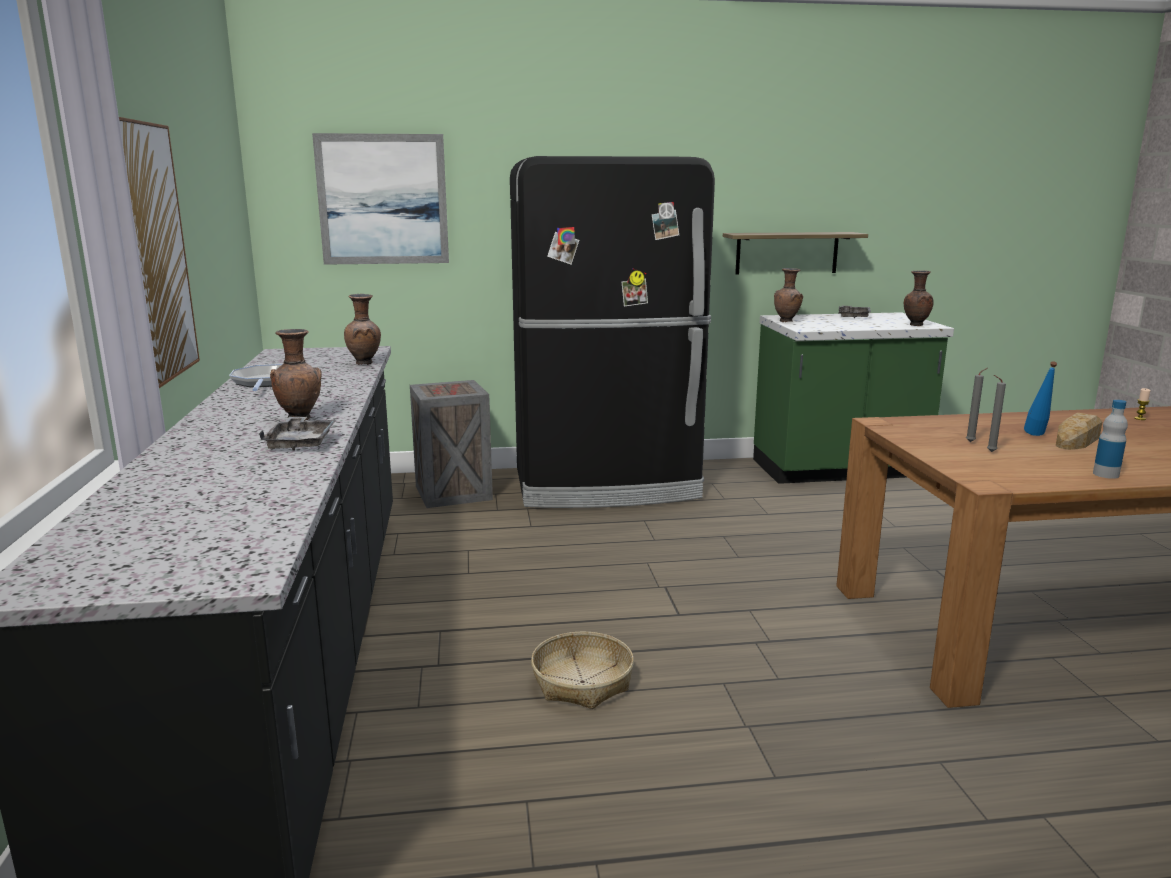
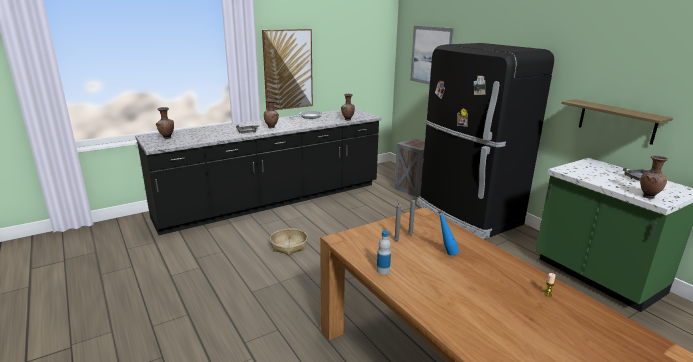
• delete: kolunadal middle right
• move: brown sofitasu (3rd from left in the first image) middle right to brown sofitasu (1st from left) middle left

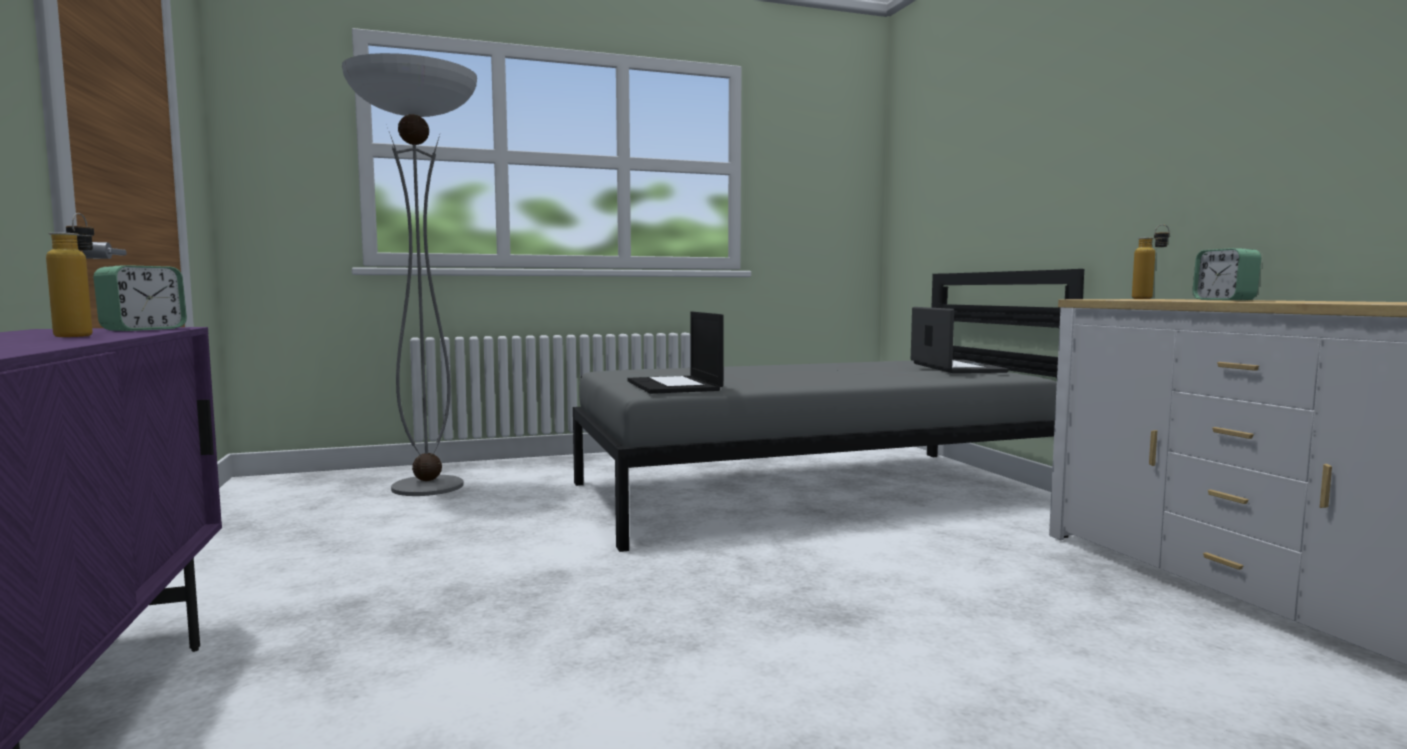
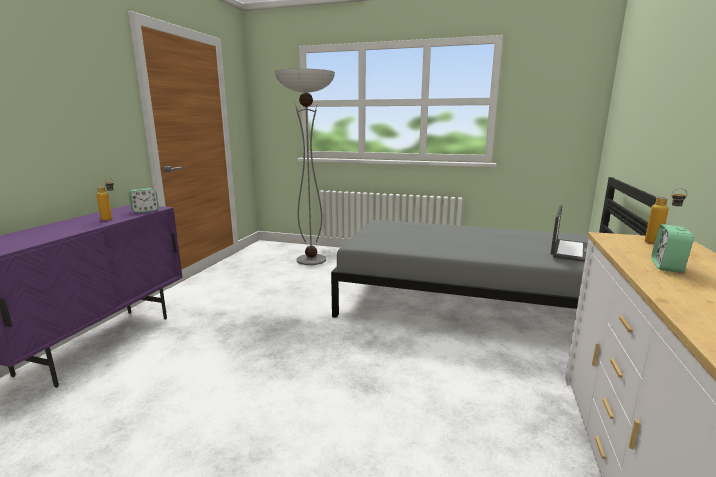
• delete: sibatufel (1st from left) centre

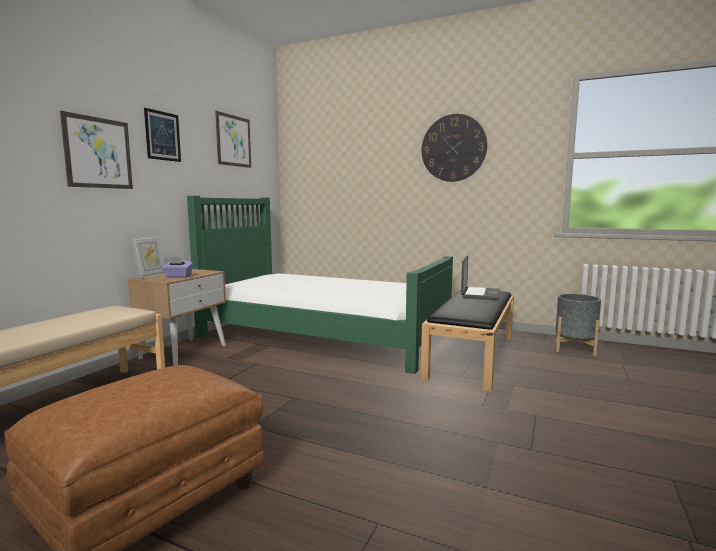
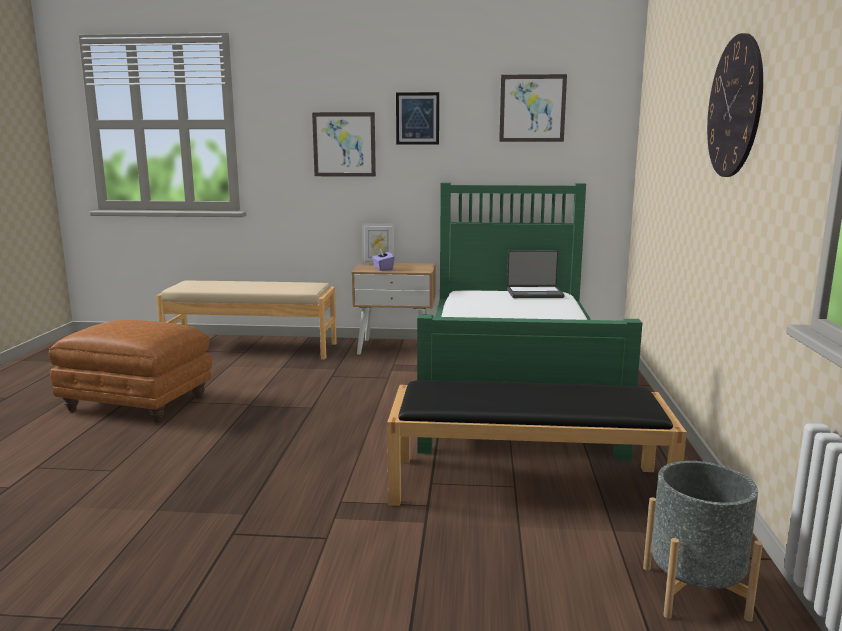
• move: sibatufel middle right to centre

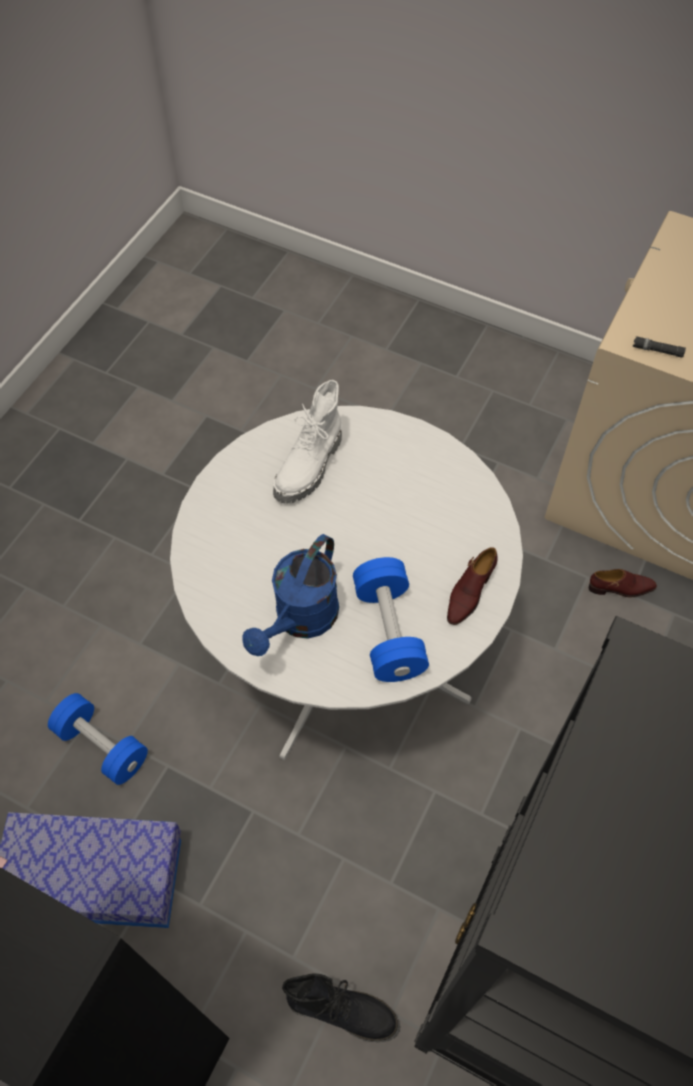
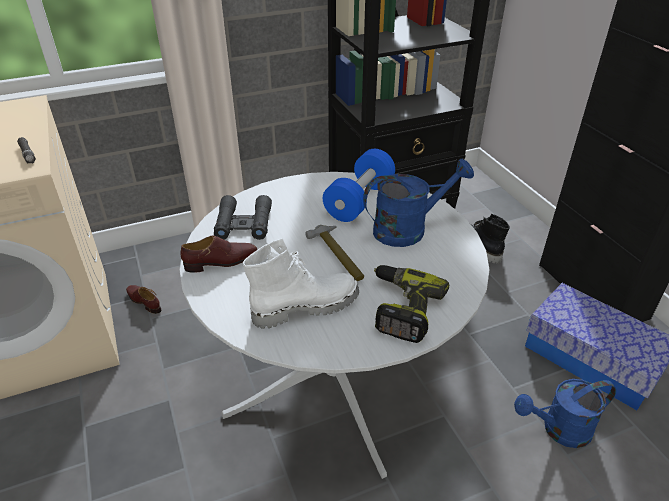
• insert: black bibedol centre
• insert: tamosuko centre
• insert: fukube centre
• move: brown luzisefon (1st from left in the first image) middle right to brown luzisefon (2nd from left) middle left
• replace: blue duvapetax (1st from left) bottom left to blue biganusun (2nd from left) bottom right

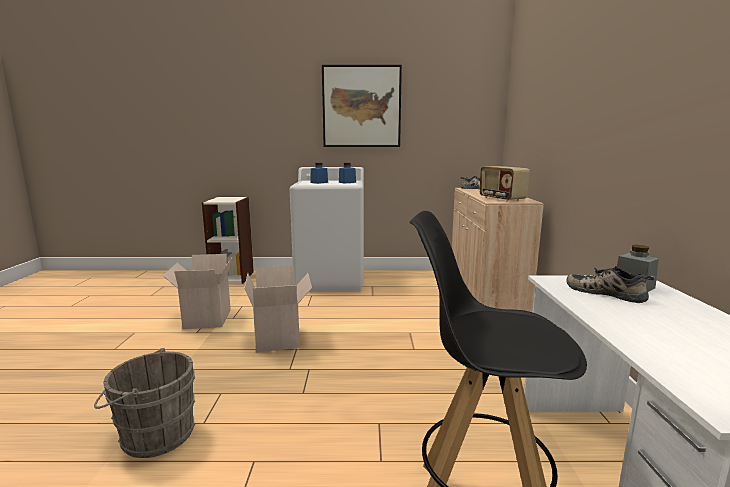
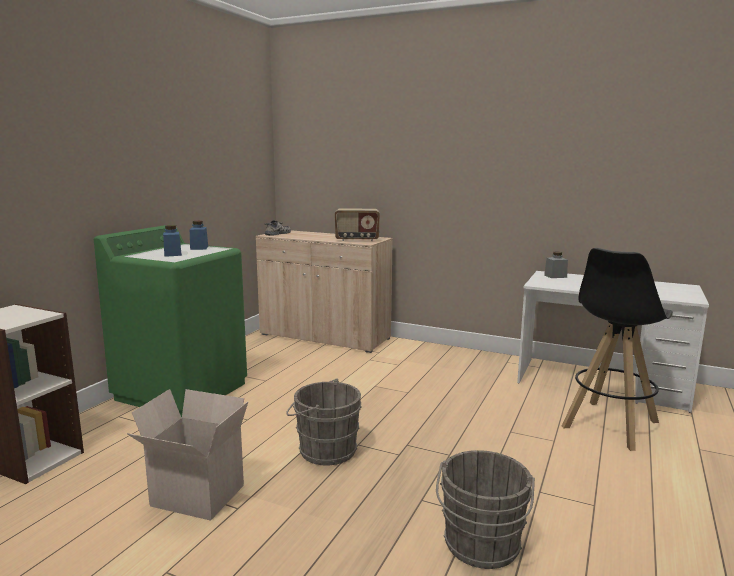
• delete: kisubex top centre
• delete: luzisefon (2nd from left) middle right
• replace: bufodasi (2nd from left) centre to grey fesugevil (1st from left) bottom centre
• recolor: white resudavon centre to green resudavon middle left

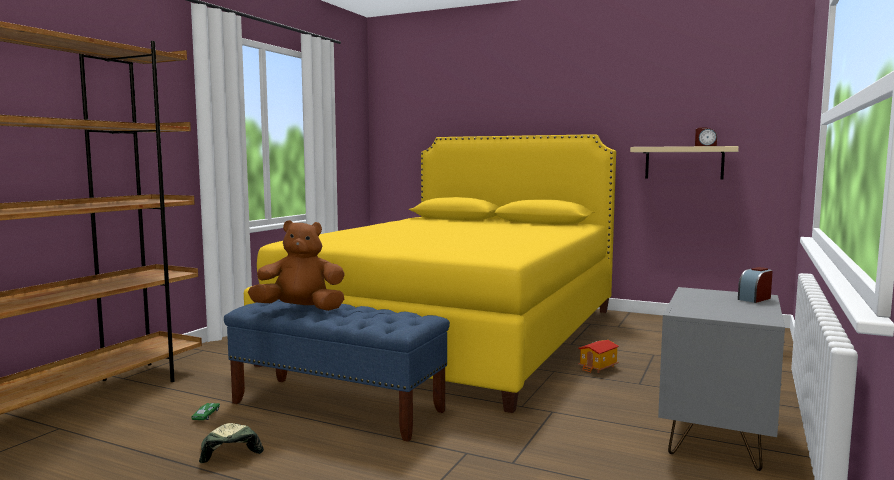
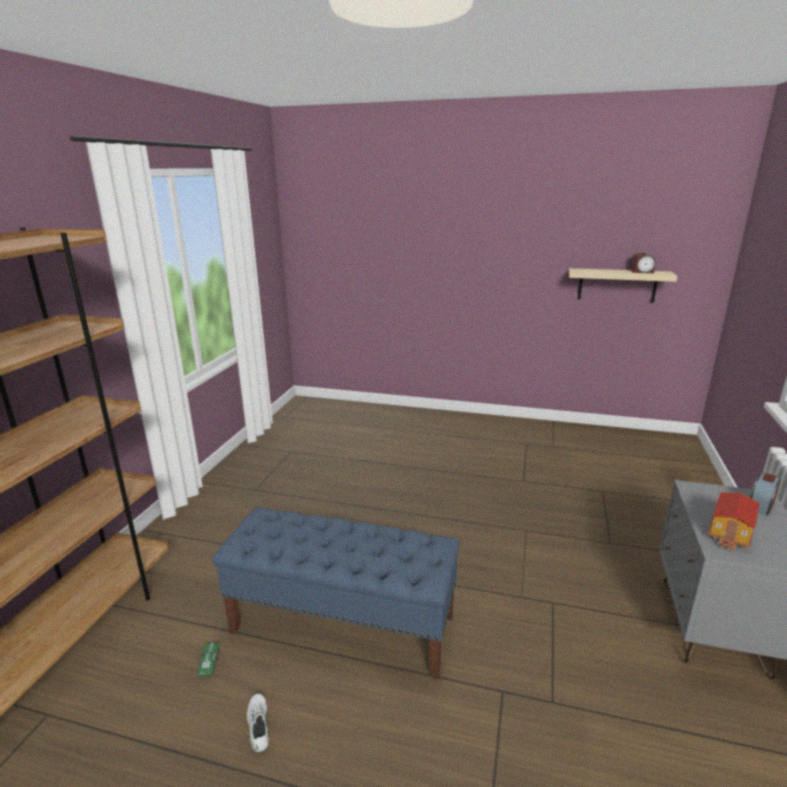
• delete: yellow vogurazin centre
• delete: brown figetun middle left
• move: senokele bottom right to middle right
• replace: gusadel bottom left to white luzisefon bottom left

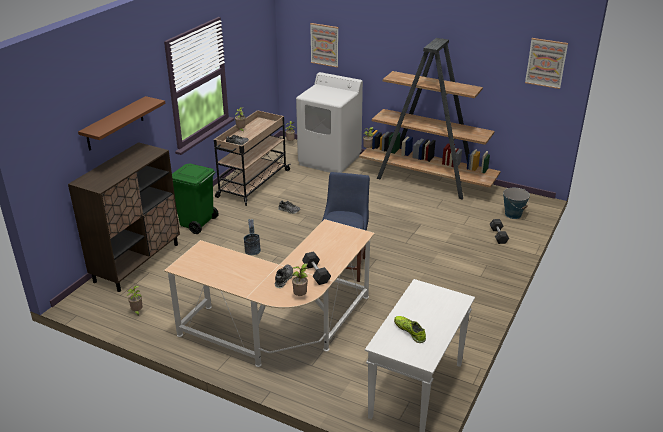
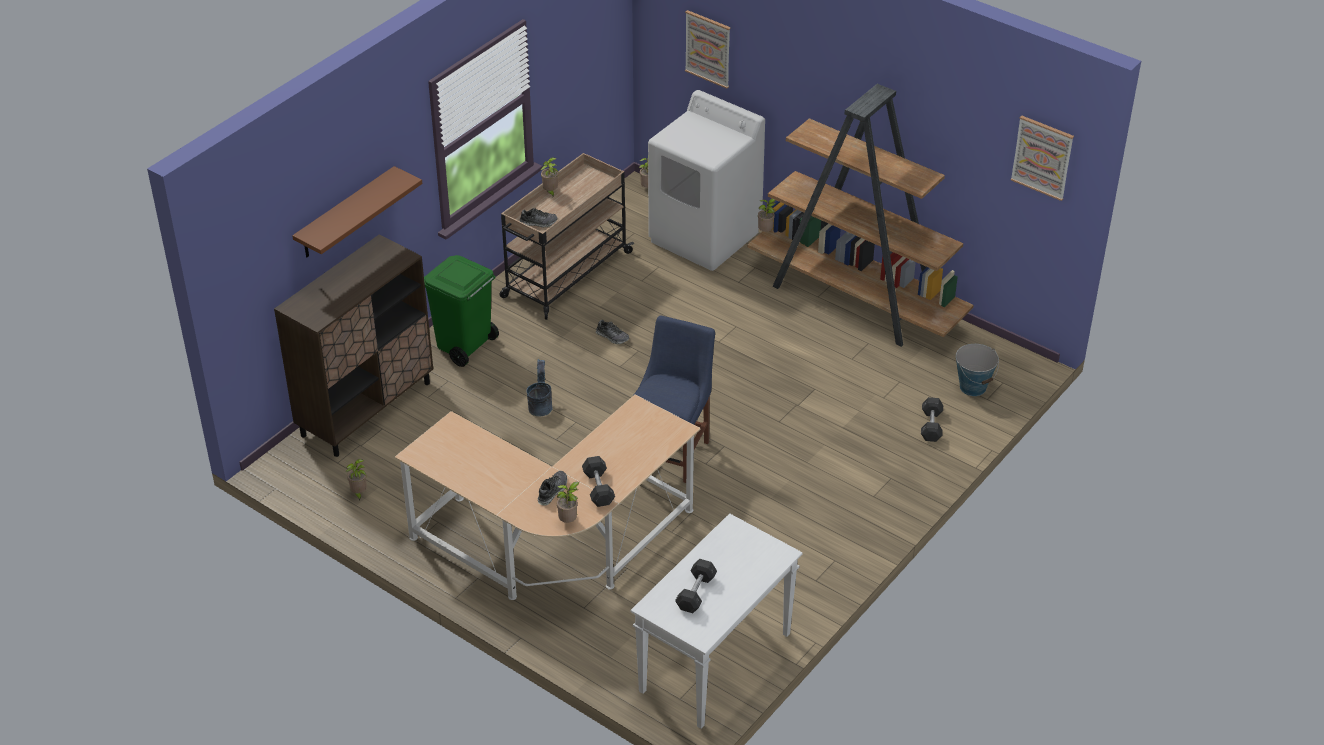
• replace: luzisefon (4th from left) bottom centre to grey duvapetax (2nd from left) bottom centre

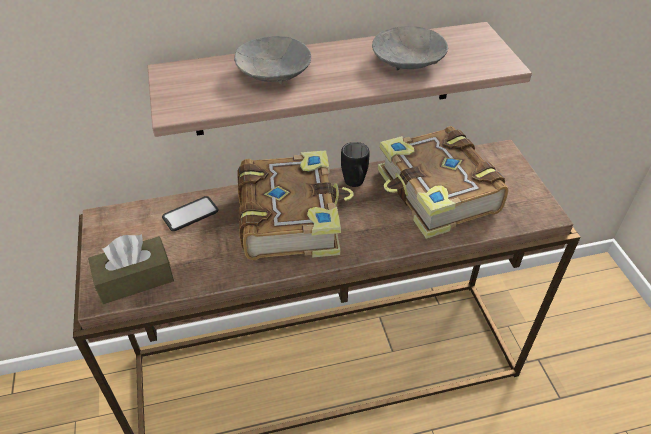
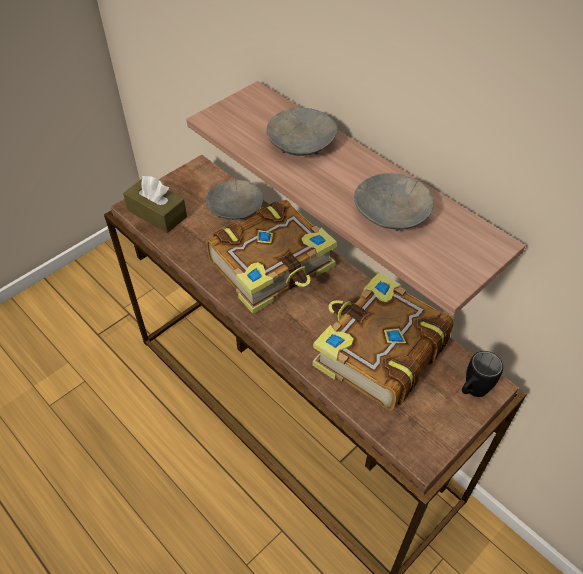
• move: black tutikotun centre to middle right
• replace: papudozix middle left to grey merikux (1st from left) centre

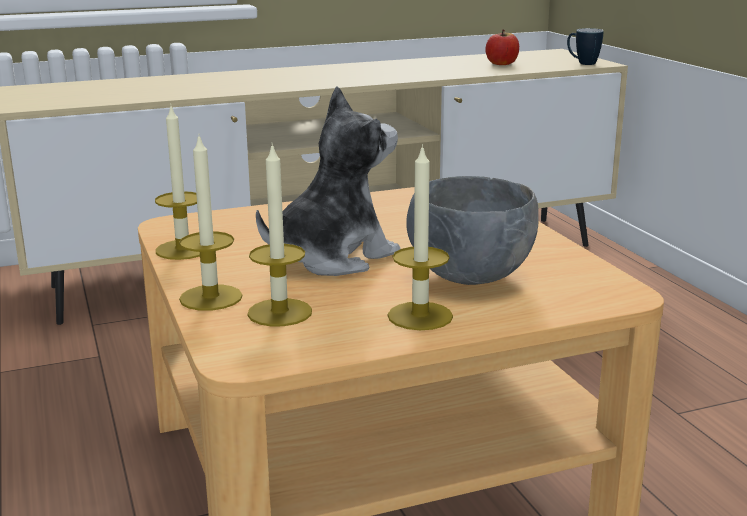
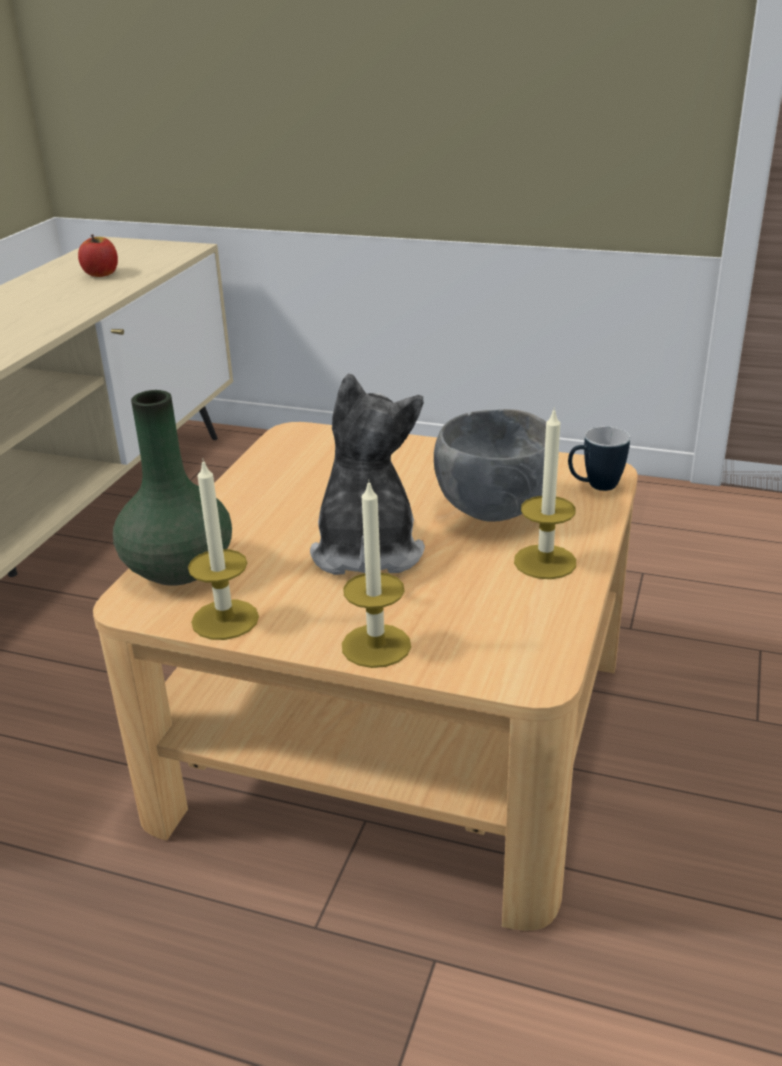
• delete: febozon (3rd from left) centre
• insert: green sofitasu middle left
• move: tutikotun top right to middle right

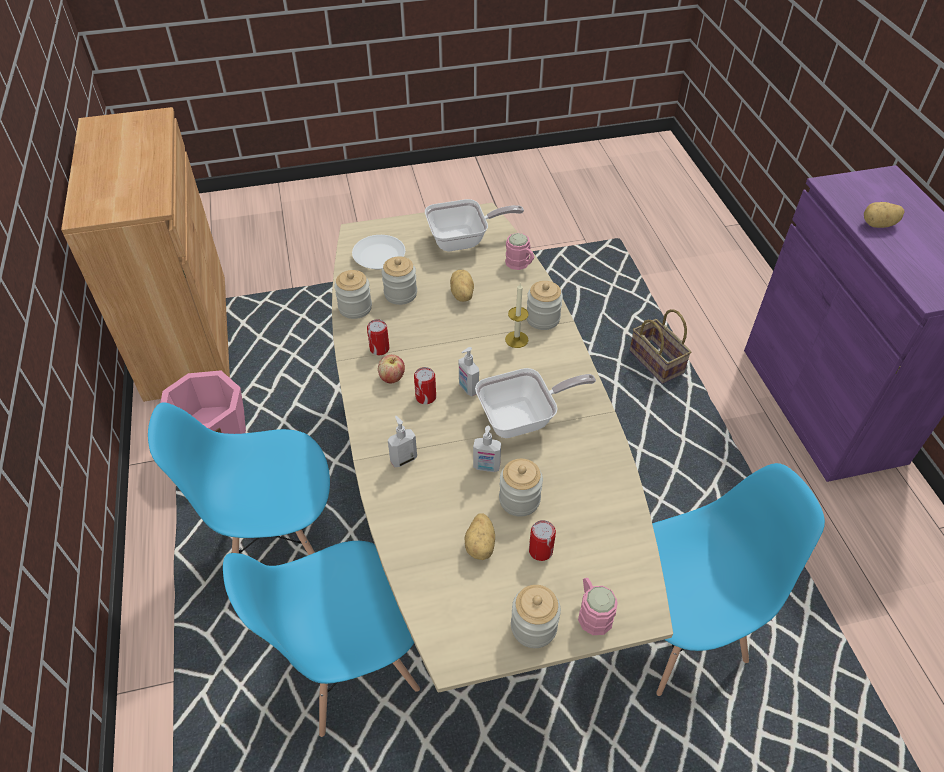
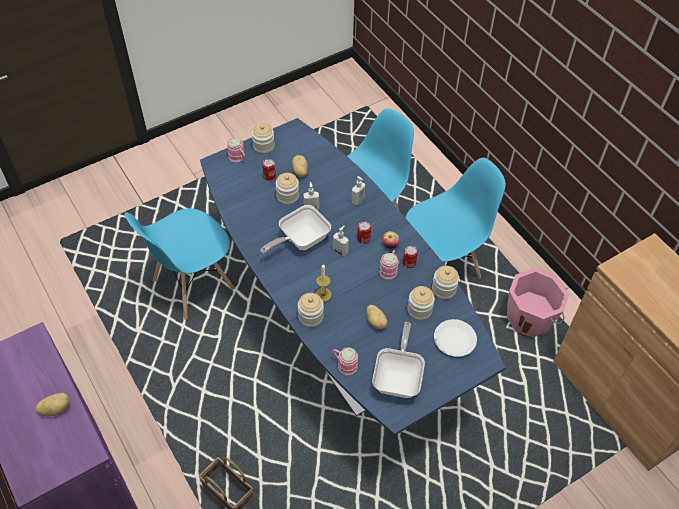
• insert: pink tutikotun (3rd from left) centre
• recolor: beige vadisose centre to blue vadisose centre
• rotate: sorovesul (1st from left in the first image) top centre = bottom centre 135 degrees clockwise

